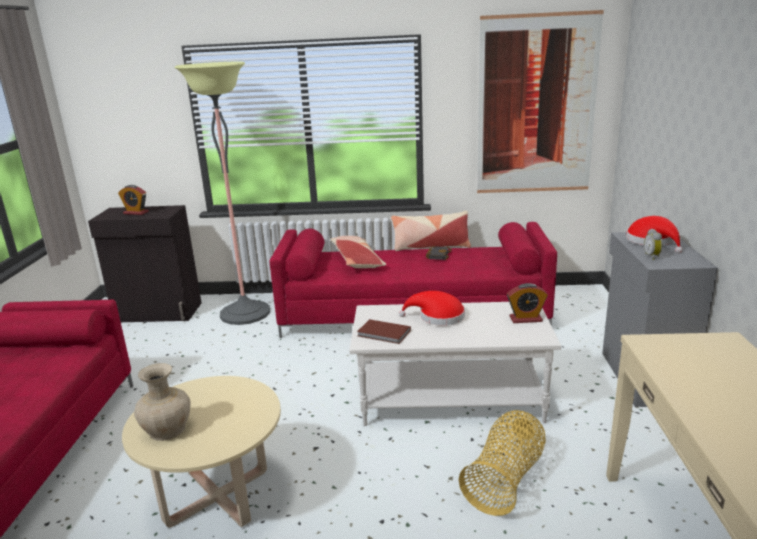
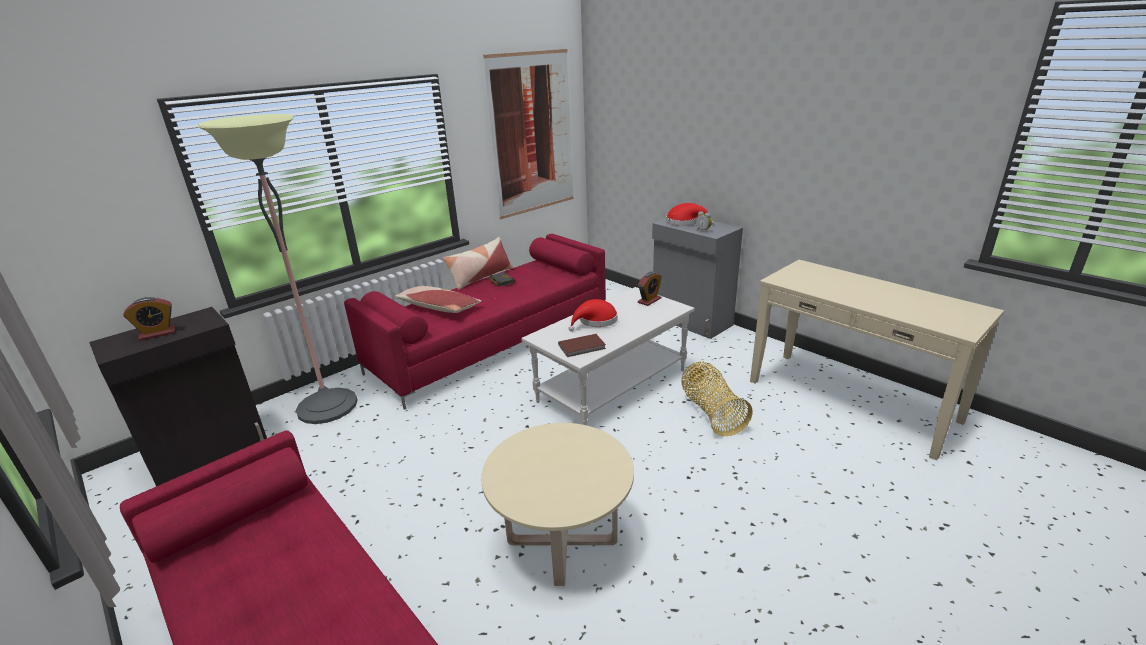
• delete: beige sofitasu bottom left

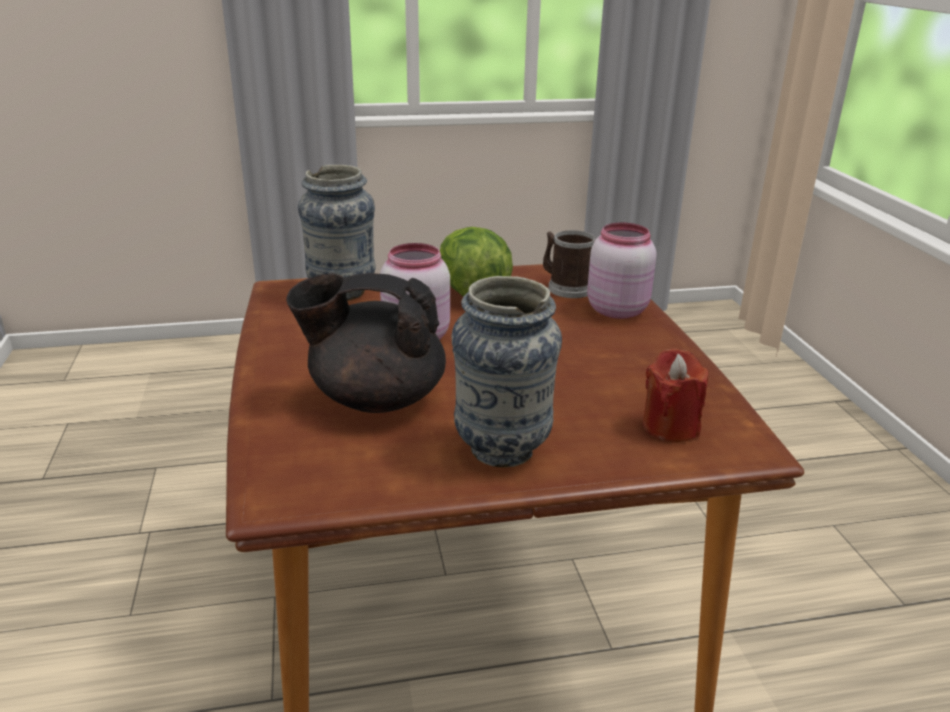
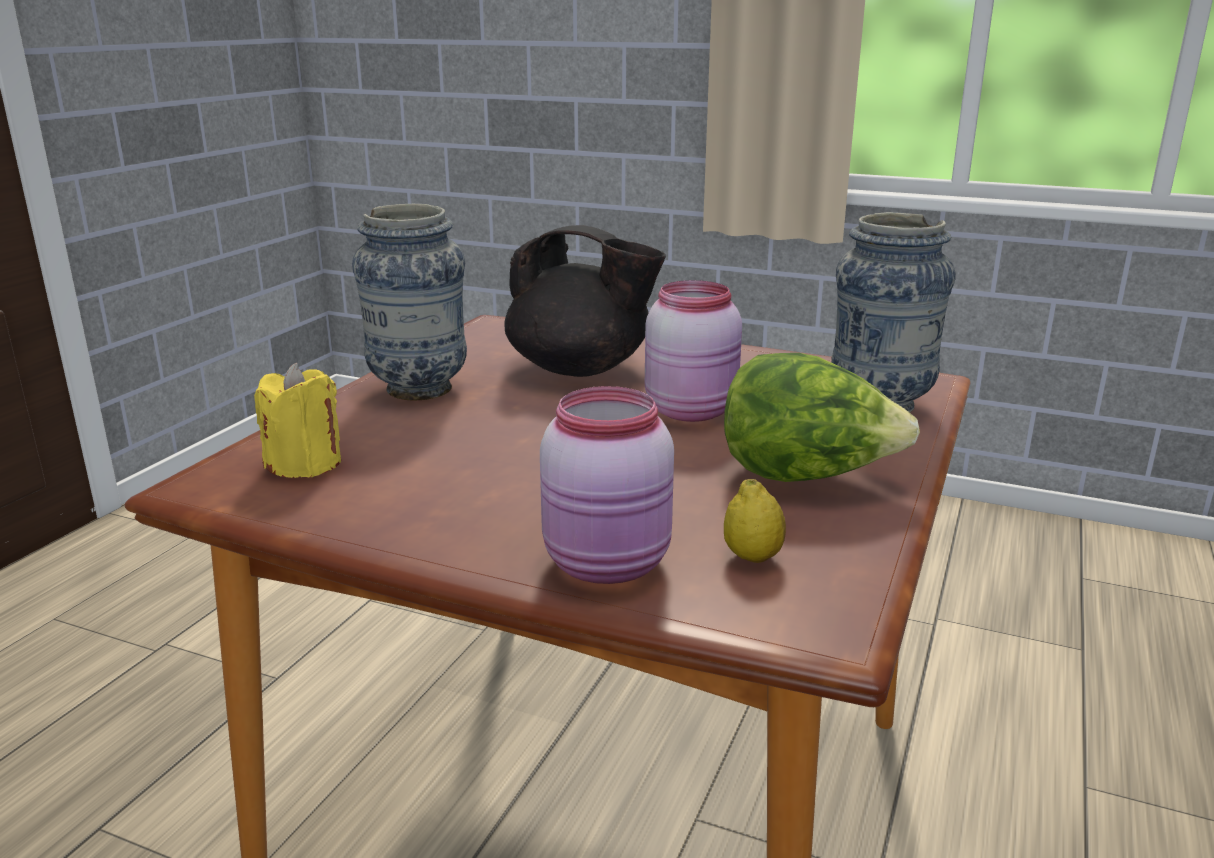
• replace: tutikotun centre to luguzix centre
• recolor: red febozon middle right to yellow febozon middle left
• rotate: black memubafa centre = centre 75 degrees clockwise

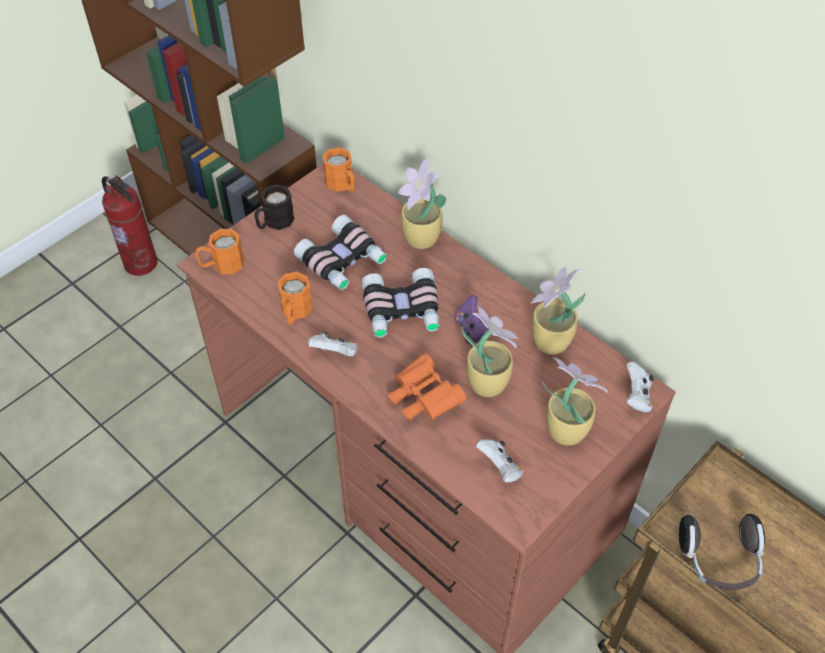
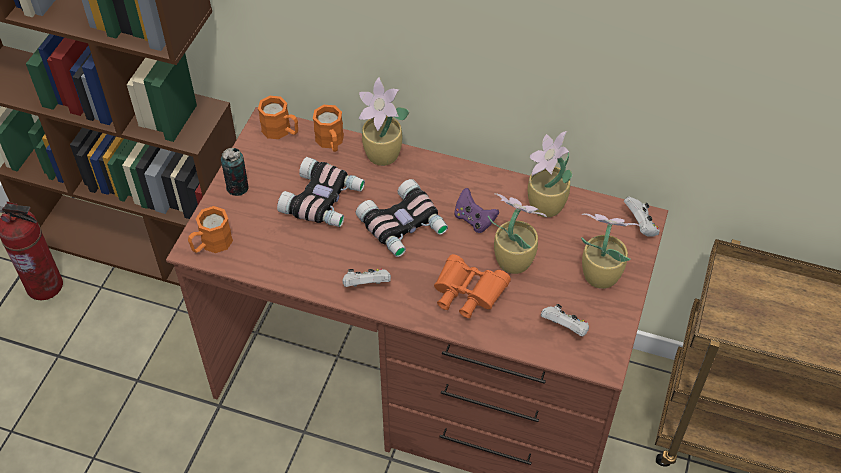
• delete: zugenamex bottom right
• move: orange tutikotun (2nd from left in the first image) centre to orange tutikotun (3rd from left) top centre
• replace: black tutikotun top left to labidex middle left

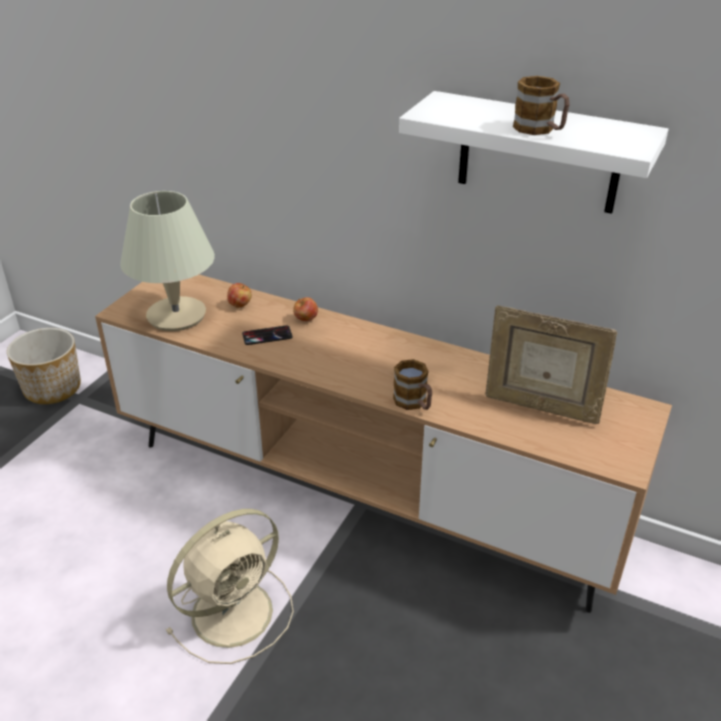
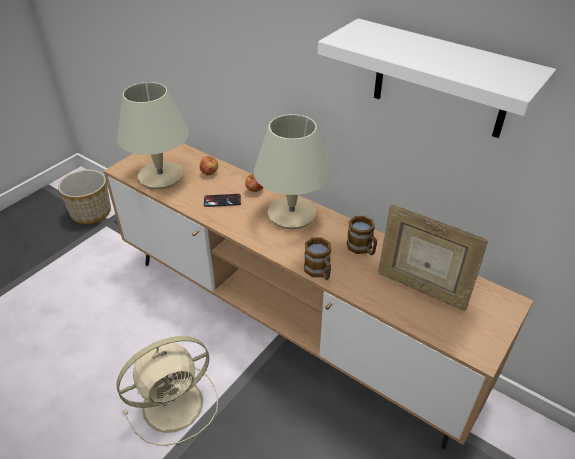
• insert: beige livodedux (2nd from left) centre
• move: tutikotun (2nd from left) top right to centre

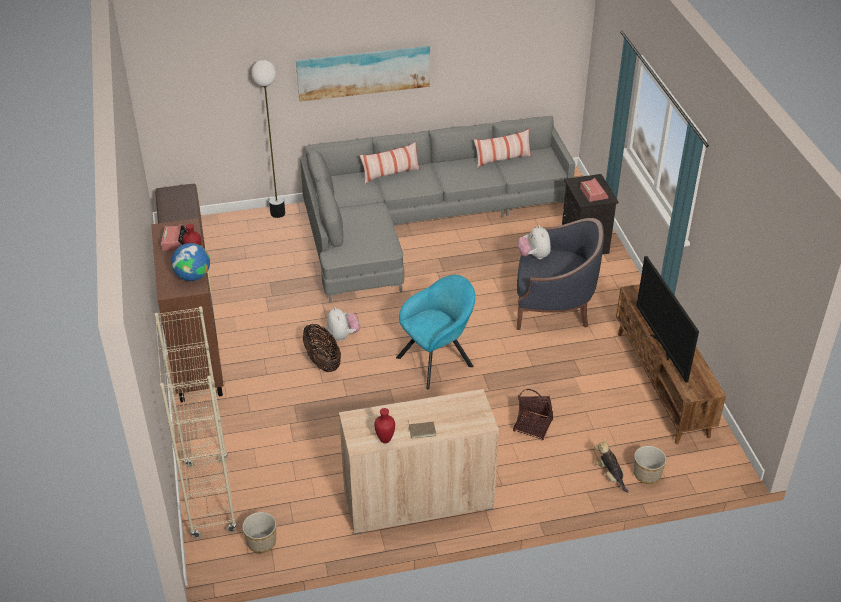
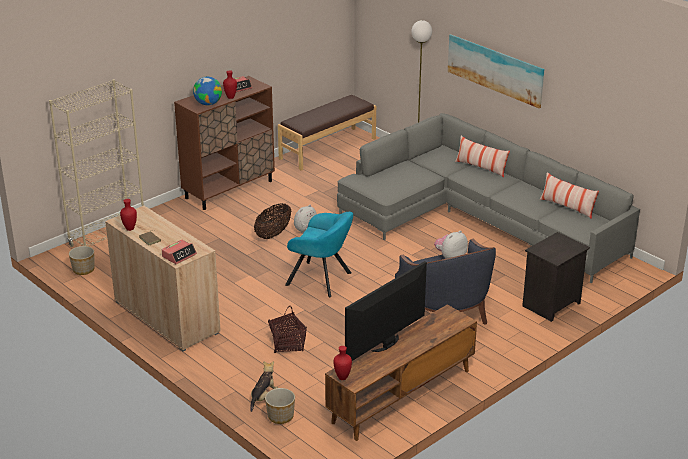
• insert: red sofitasu (3rd from left) bottom centre
• move: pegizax (2nd from left in the first image) top right to pegizax (1st from left) middle left

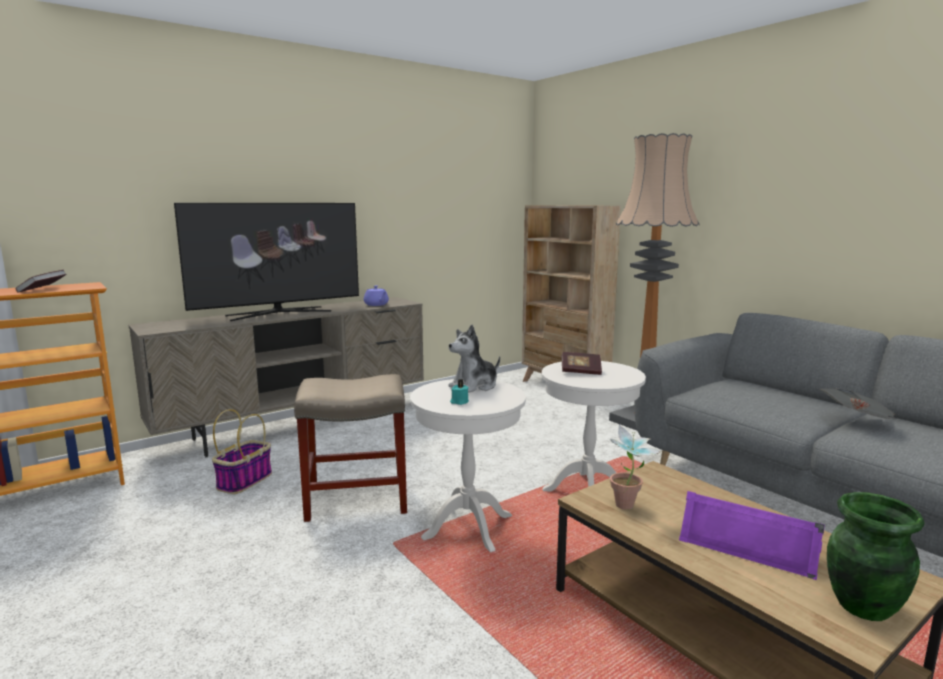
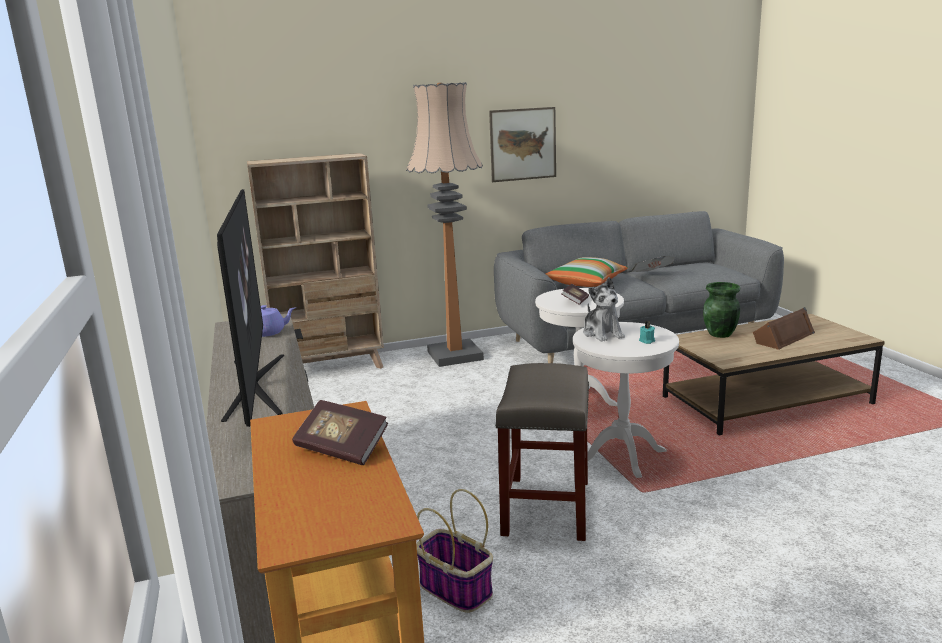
• delete: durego bottom right
• insert: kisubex top centre
• insert: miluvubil centre
• move: green sofitasu bottom right to middle right
• recolor: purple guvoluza bottom right to brown guvoluza middle right

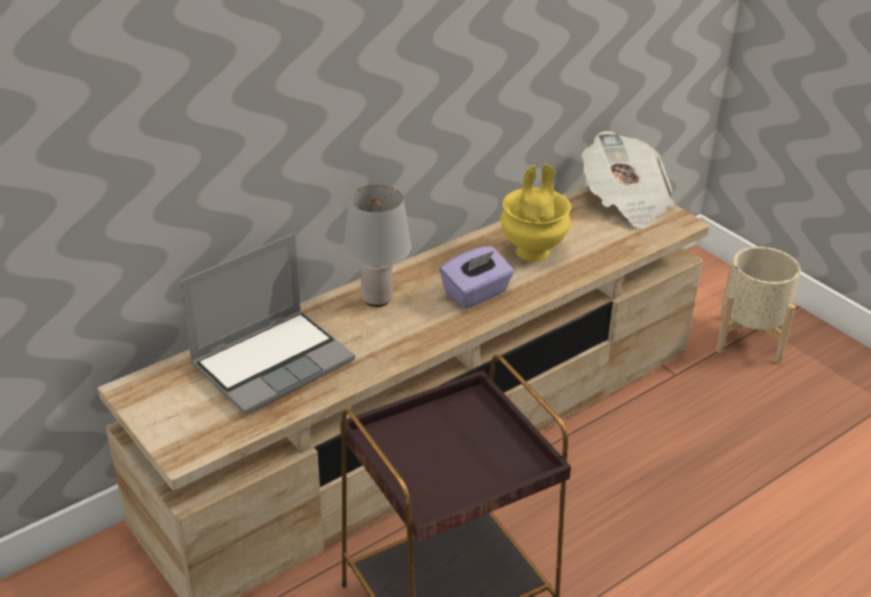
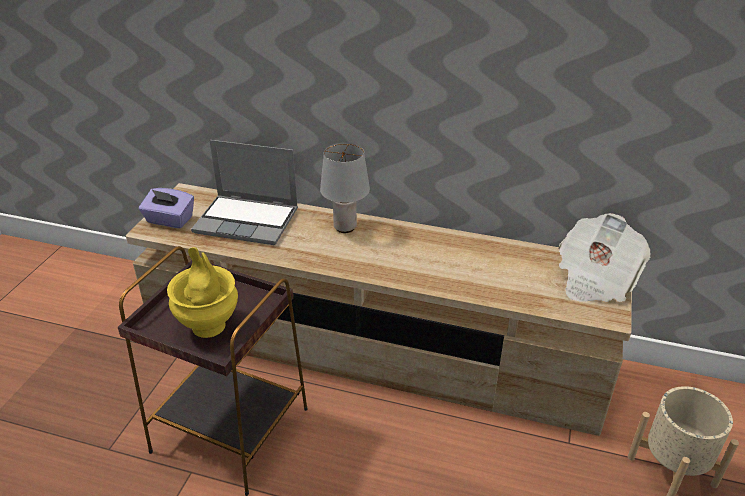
• move: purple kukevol centre to middle left
• move: yellow sofitasu centre to middle left

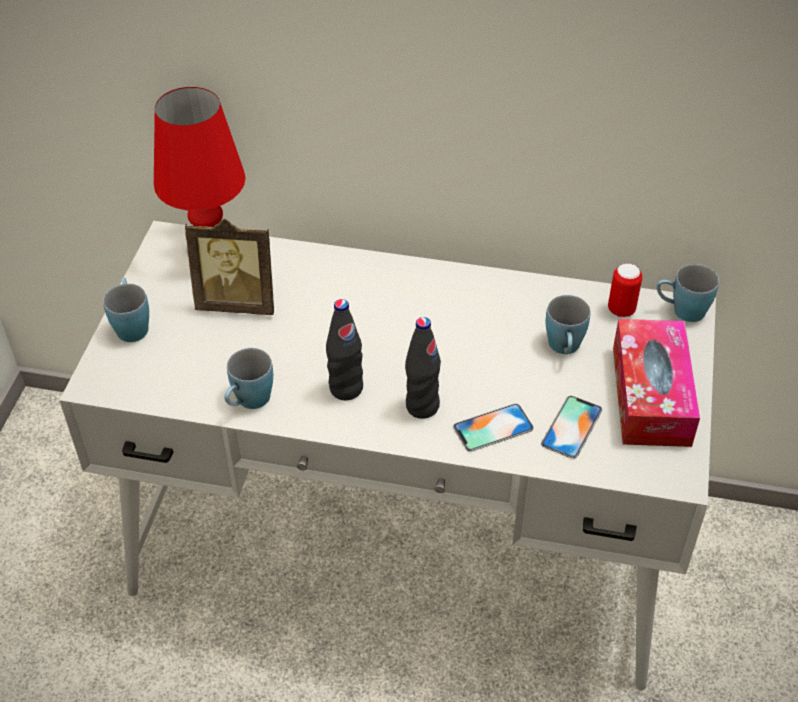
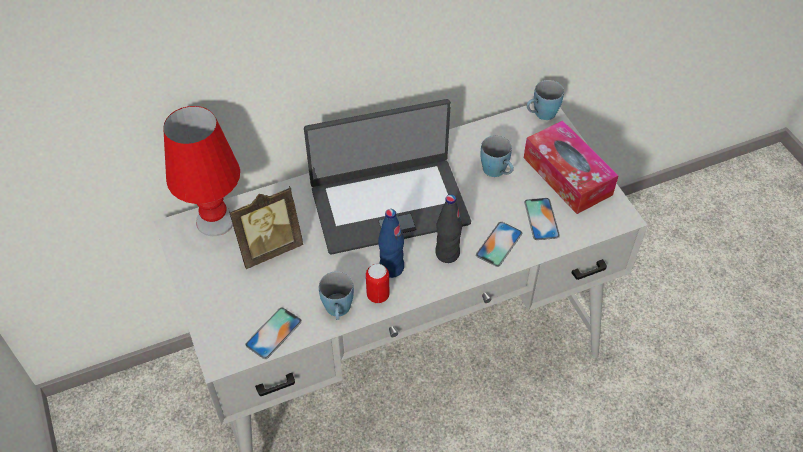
• delete: blue tutikotun (1st from left) middle left
• insert: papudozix (1st from left) bottom centre
• insert: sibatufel centre
• move: labidex middle right to centre
• recolor: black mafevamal (1st from left) centre to blue mafevamal centre

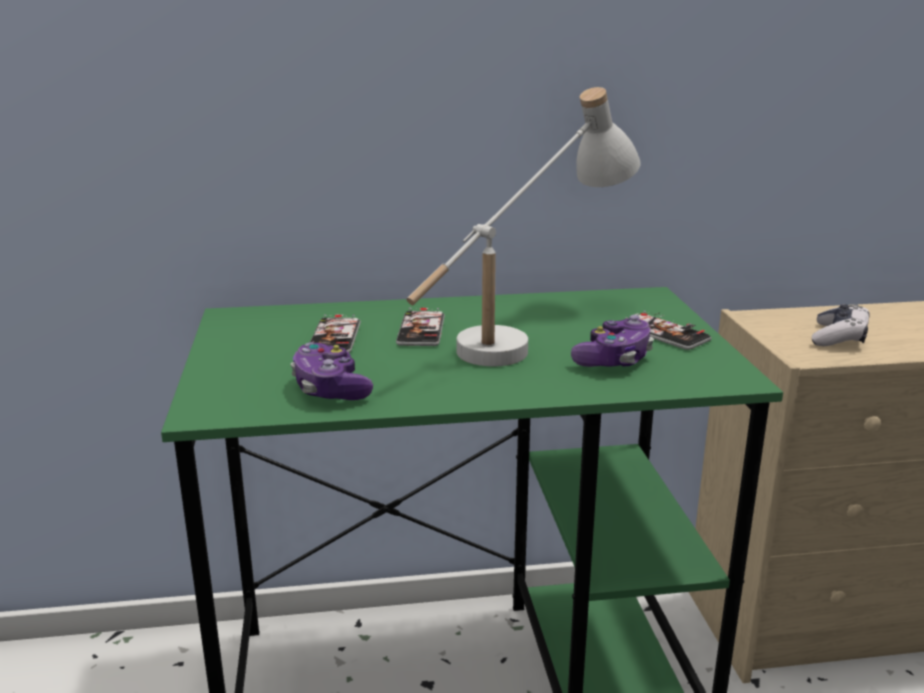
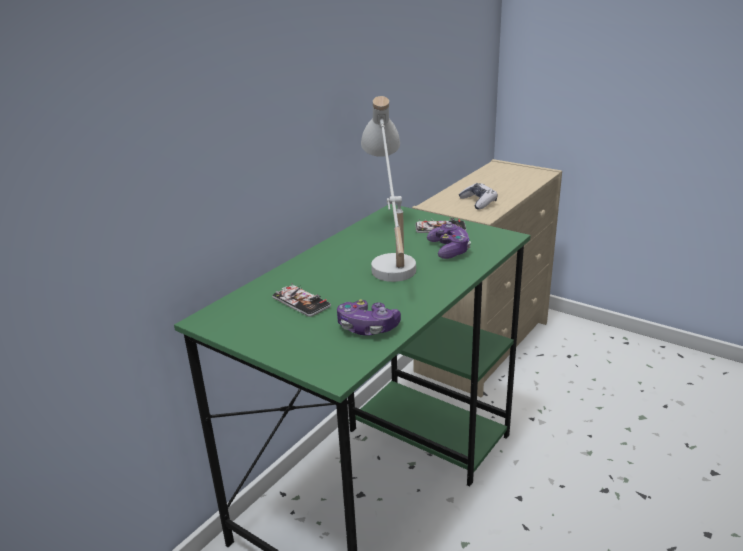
• delete: papudozix (2nd from left) centre

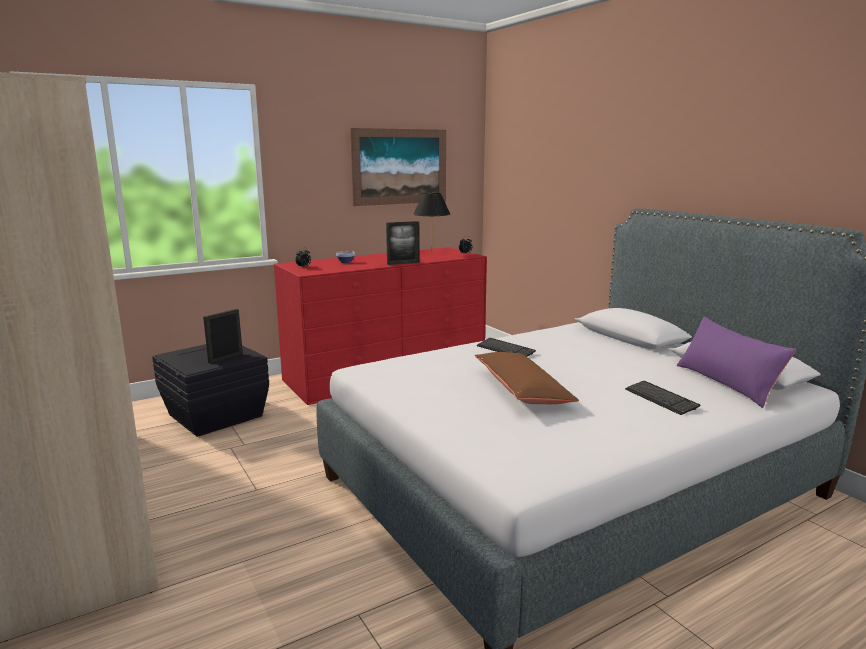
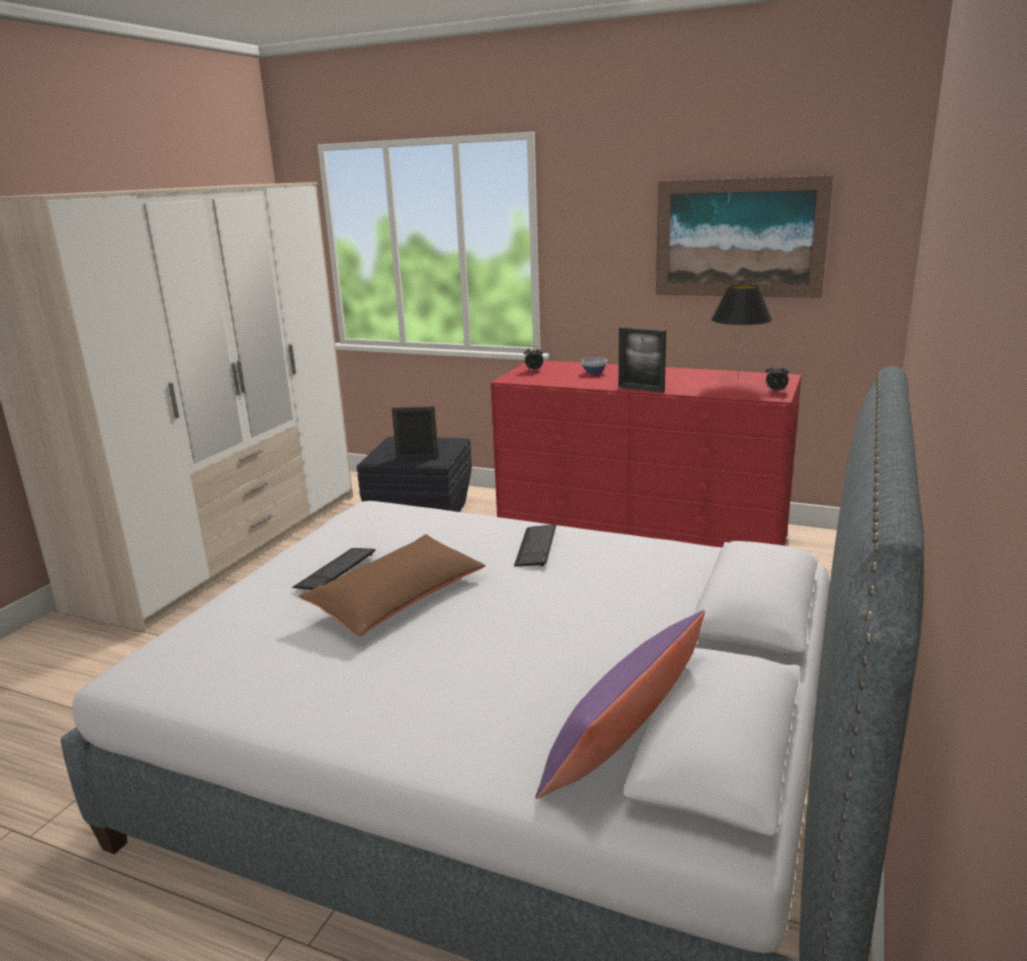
• move: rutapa (2nd from left in the first image) middle right to rutapa (1st from left) middle left

